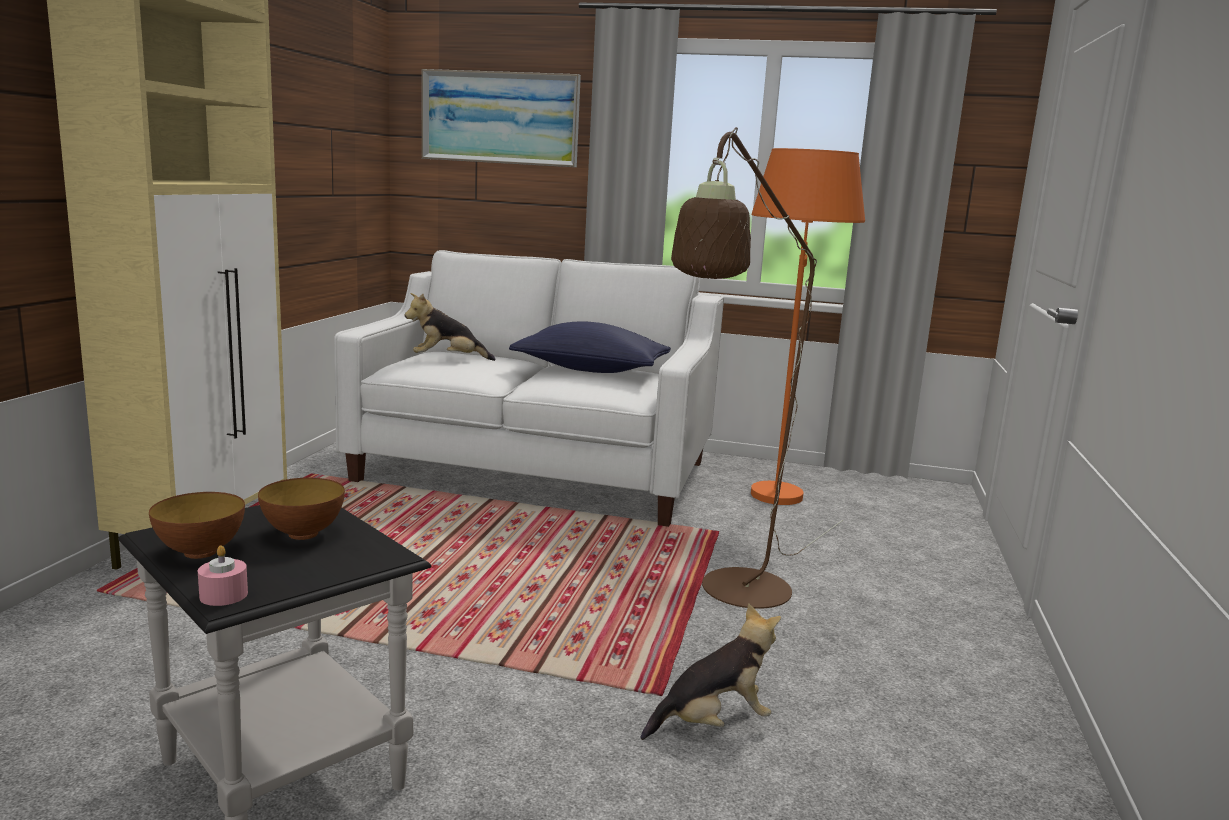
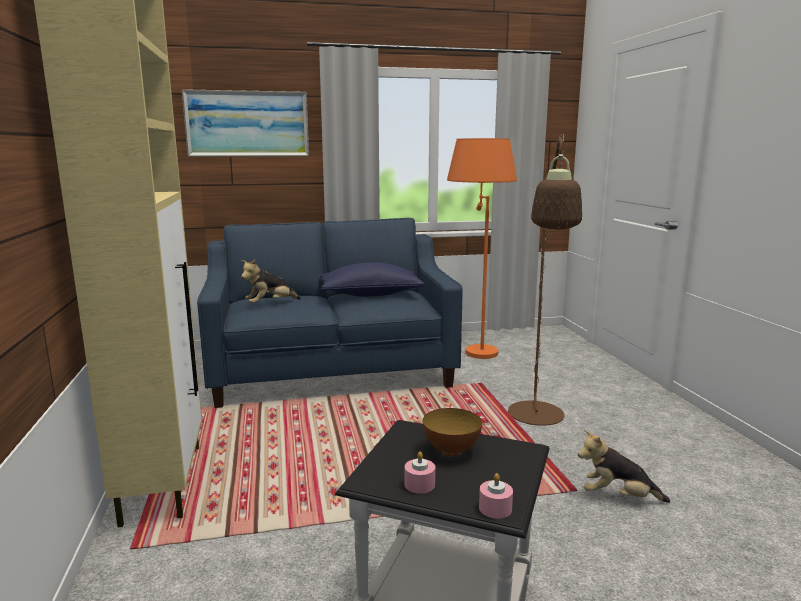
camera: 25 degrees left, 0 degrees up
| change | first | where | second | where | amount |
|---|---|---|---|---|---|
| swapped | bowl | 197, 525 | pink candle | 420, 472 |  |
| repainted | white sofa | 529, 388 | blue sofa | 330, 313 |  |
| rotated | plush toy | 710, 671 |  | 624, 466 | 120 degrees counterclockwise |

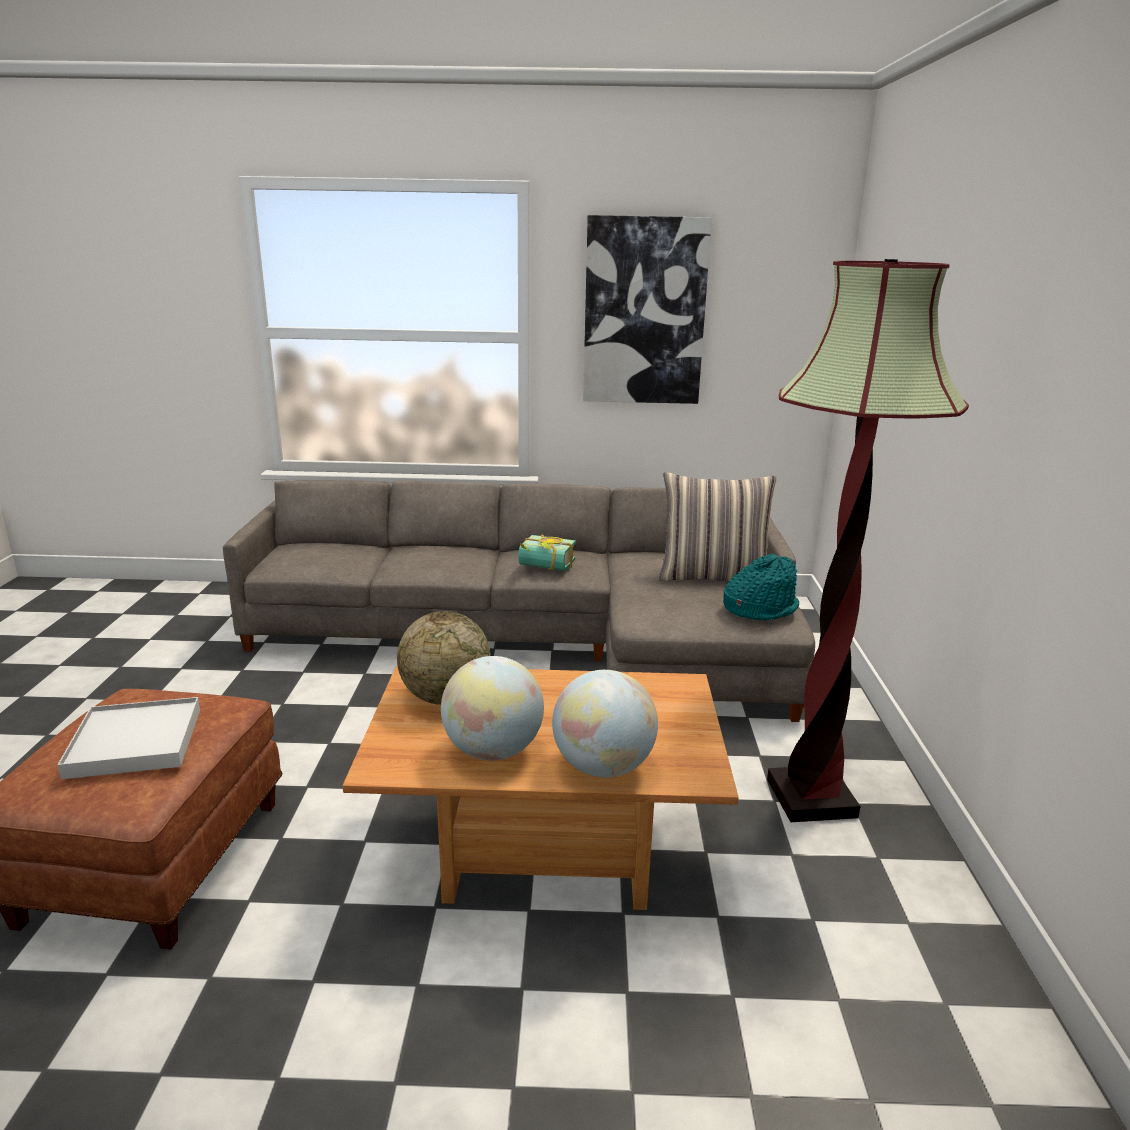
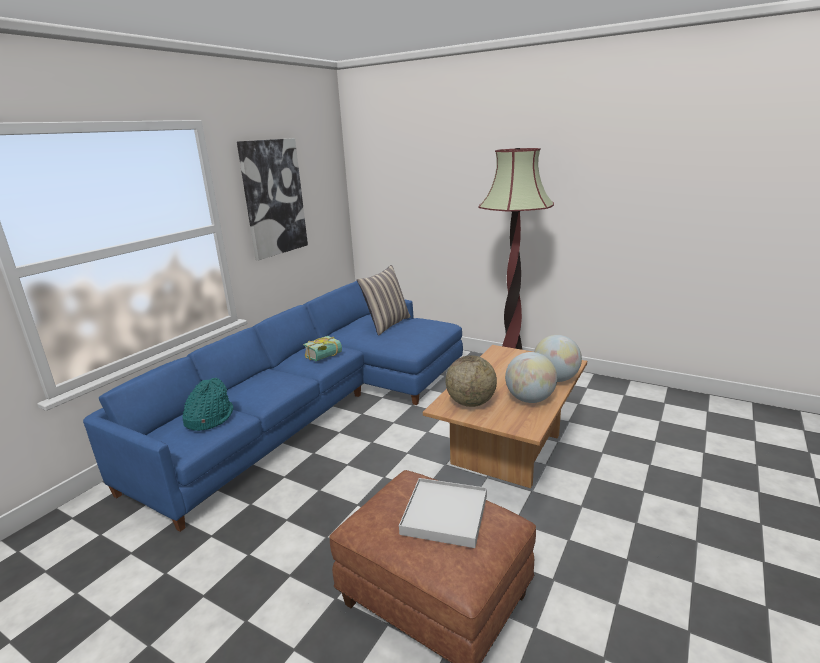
camera: 60 degrees left, 0 degrees up
| change | first | where | second | where | amount |
|---|---|---|---|---|---|
| shifted | turquoise hat | 761, 587 |  | 208, 404 |  |
| repainted | grey sofa | 519, 601 | blue sofa | 273, 406 |  |

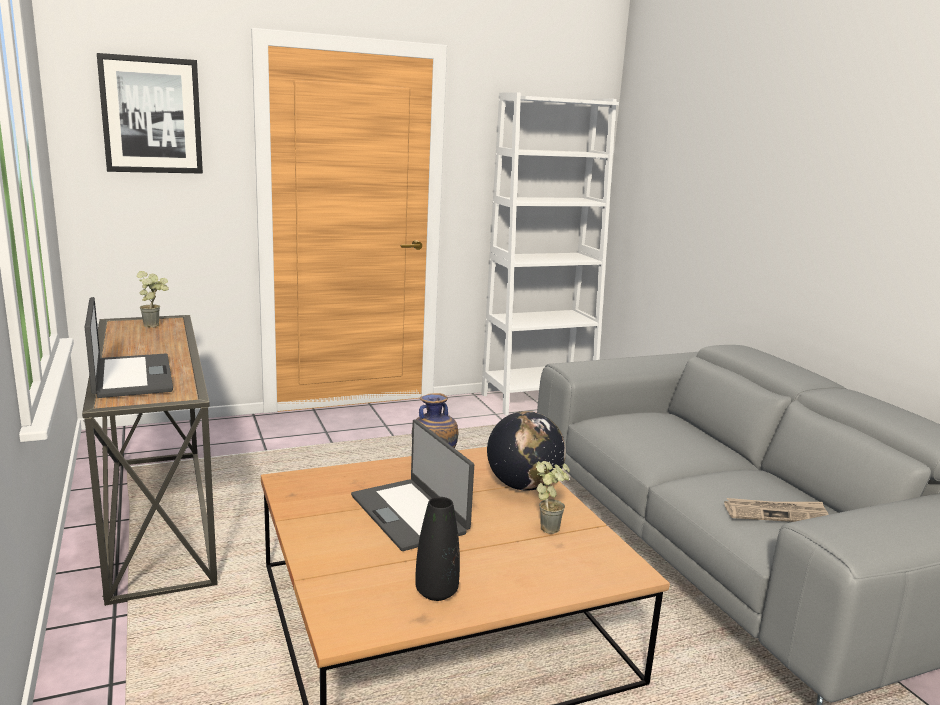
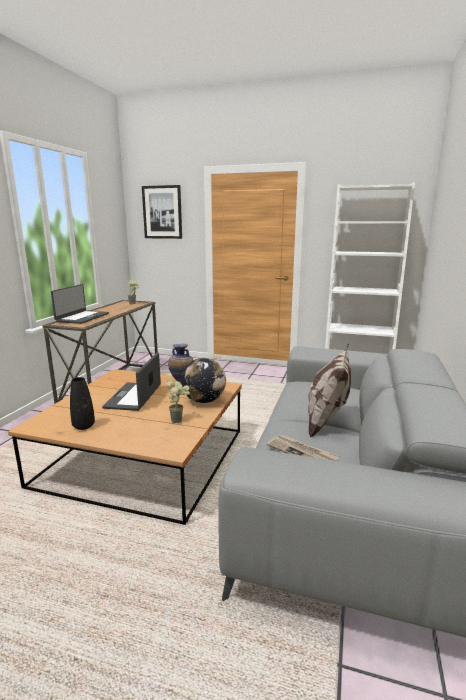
camera: 40 degrees right, 0 degrees up
| change | first | where | second | where | amount |
|---|---|---|---|---|---|
| new |  |  | pillow | 329, 391 |  |

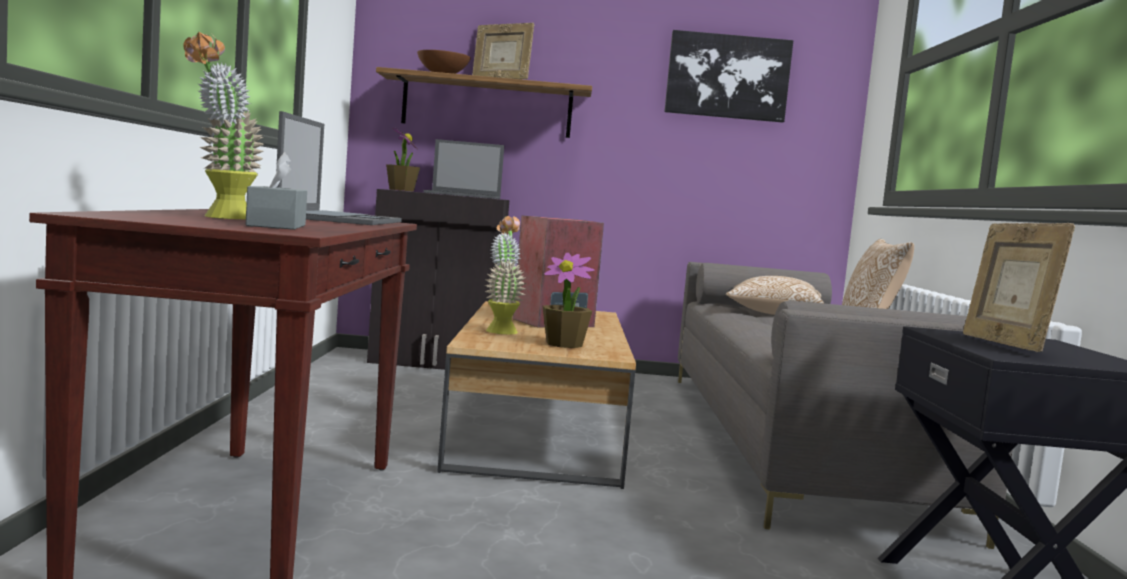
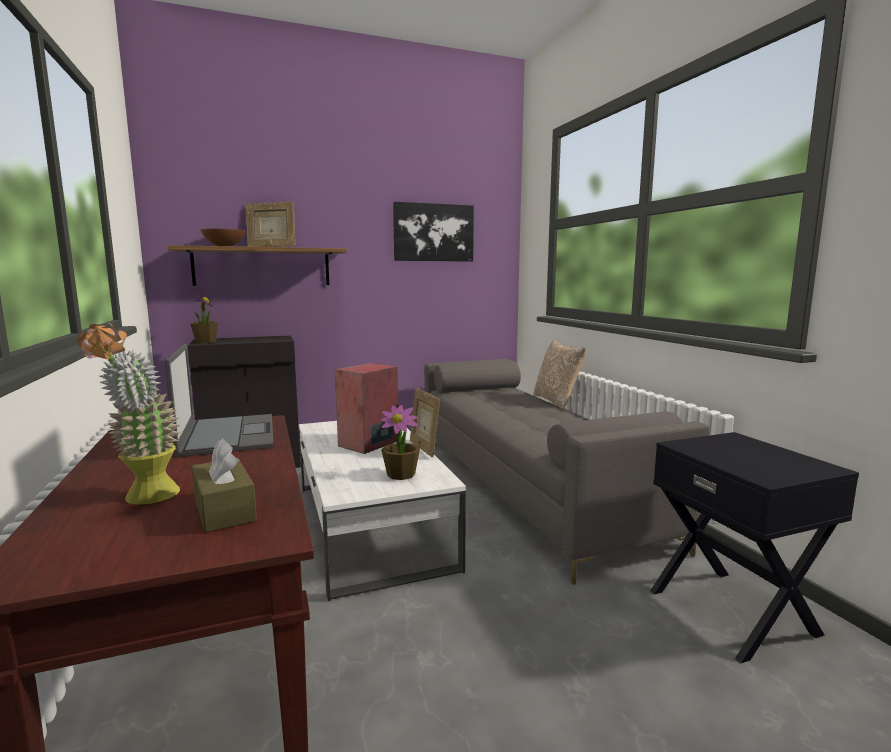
camera: 20 degrees left, 5 degrees up
| change | first | where | second | where | amount |
|---|---|---|---|---|---|
| gone | laptop | 463, 169 |  |  |  |
| gone | potted plant | 505, 275 |  |  |  |
| gone | pillow | 775, 295 |  |  |  |
| shifted | picture frame | 1019, 287 |  | 425, 422 |  |
| repainted | grey tissue box | 276, 191 | brown tissue box | 224, 486 |  |
| repainted | brown coffee table | 536, 395 | white coffee table | 382, 511 |  |

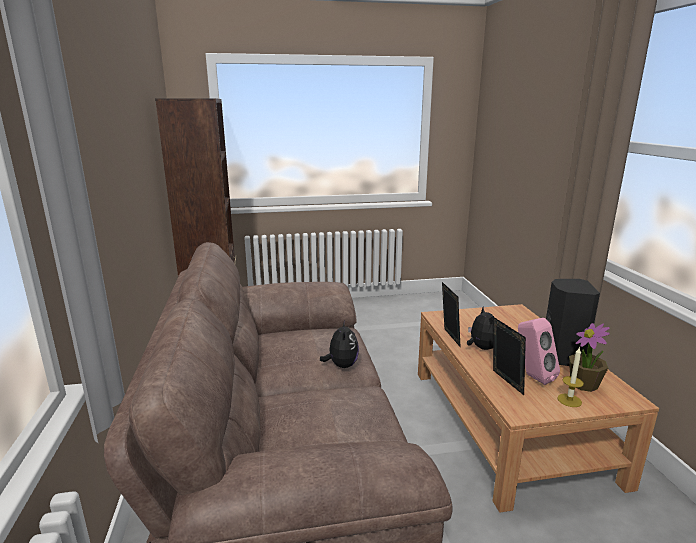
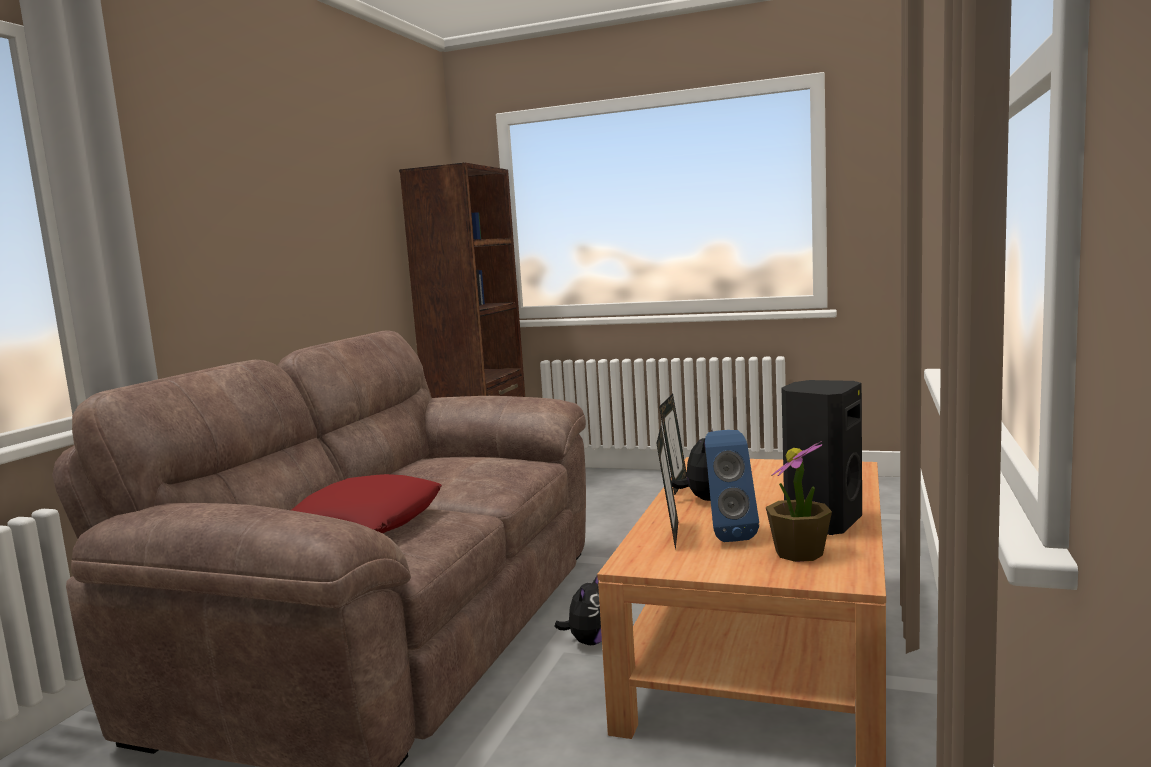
camera: 30 degrees right, 10 degrees down
| change | first | where | second | where | amount |
|---|---|---|---|---|---|
| gone | candle | 570, 377 |  |  |  |
| new |  |  | red pillow | 366, 503 |  |
| shifted | plush toy | 339, 344 |  | 578, 610 |  |
| repainted | pink speaker | 539, 351 | blue speaker | 732, 486 |  |

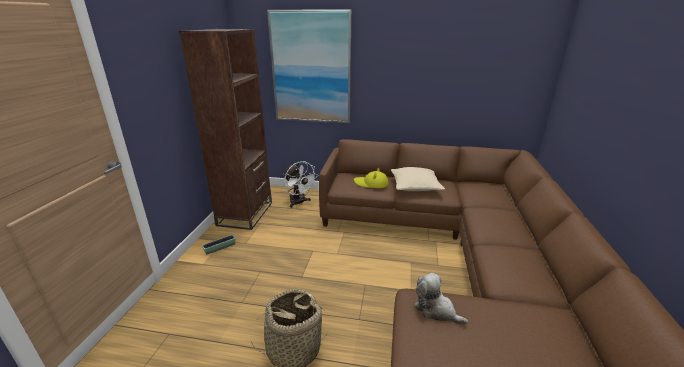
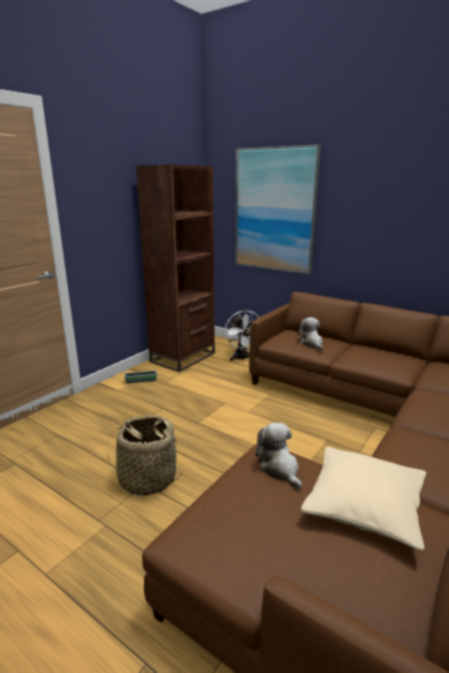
camera: 25 degrees right, 5 degrees down
| change | first | where | second | where | amount |
|---|---|---|---|---|---|
| shifted | beige pillow | 418, 179 |  | 363, 498 |  |
| swapped | yellow hat | 371, 178 | plush toy | 310, 334 |  |

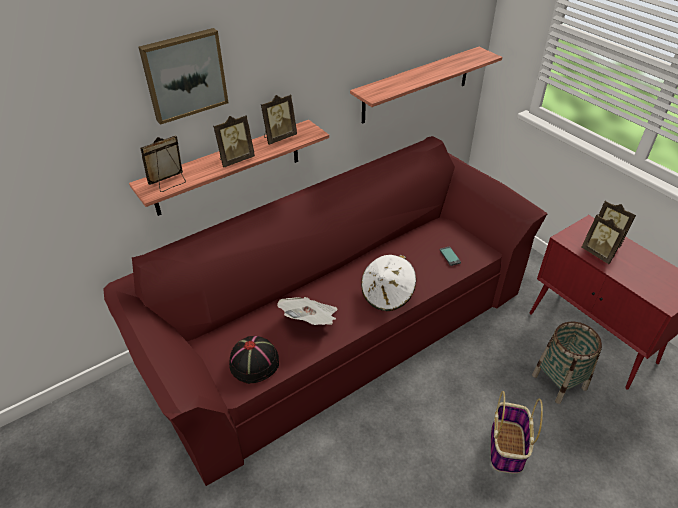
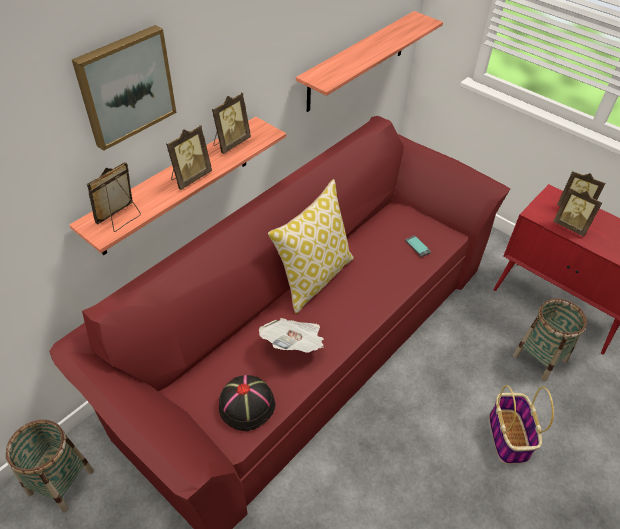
camera: 15 degrees left, 5 degrees up
| change | first | where | second | where | amount |
|---|---|---|---|---|---|
| gone | white hat | 388, 283 |  |  |  |
| new |  |  | basket | 49, 466 |  |
| new |  |  | pillow | 311, 246 |  |

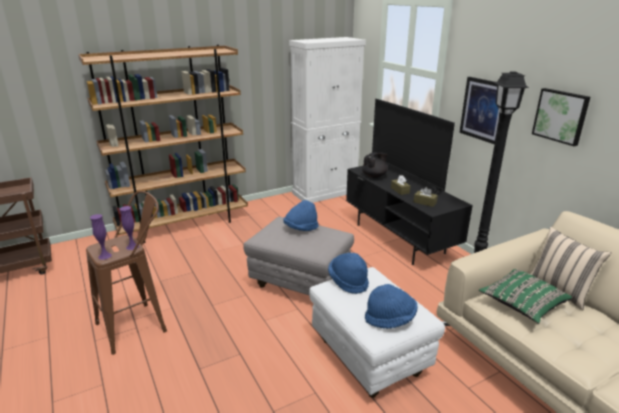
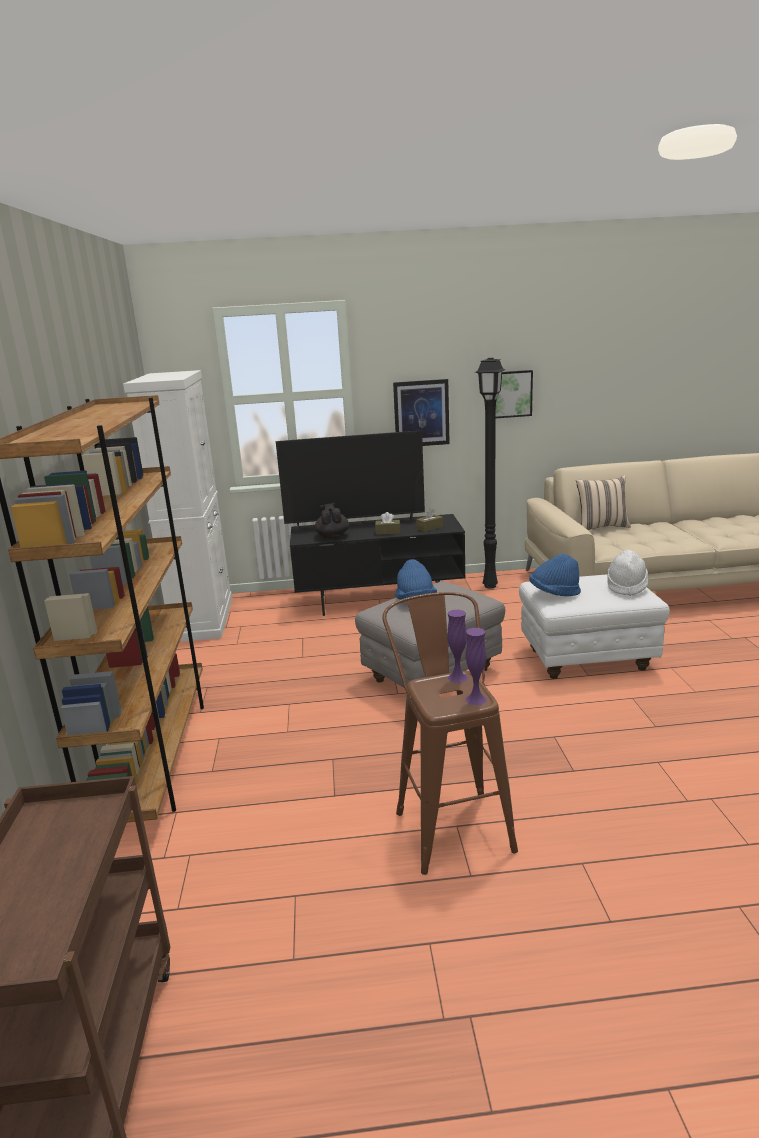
camera: 65 degrees left, 5 degrees down
| change | first | where | second | where | amount |
|---|---|---|---|---|---|
| gone | green pillow | 525, 296 |  |  |  |
| repainted | blue hat | 391, 306 | white hat | 627, 573 |  |

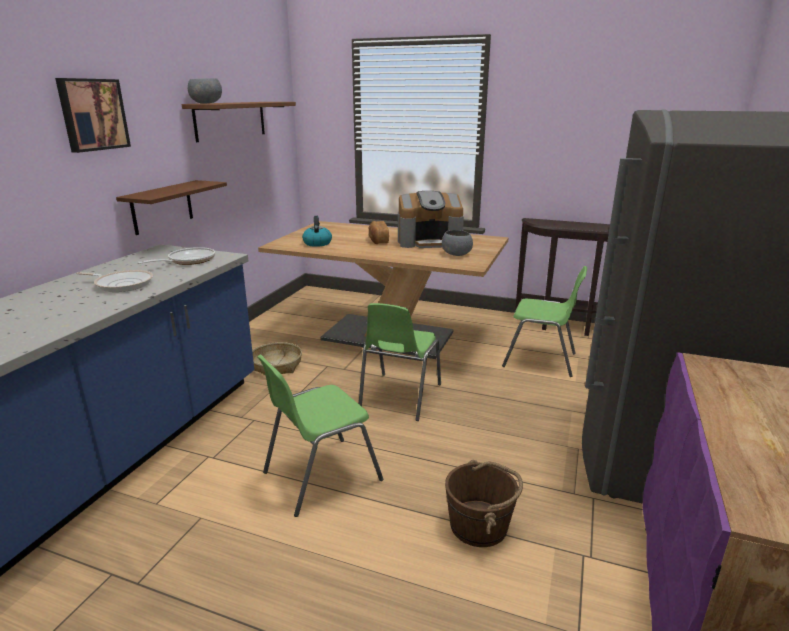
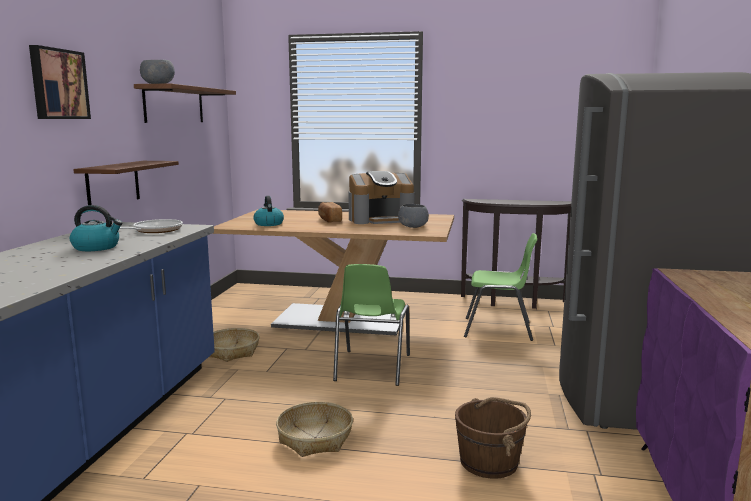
camera: 10 degrees left, 10 degrees down
| change | first | where | second | where | amount |
|---|---|---|---|---|---|
| swapped | frying pan | 114, 281 | kettle | 96, 228 |  |
| swapped | green chair | 320, 436 | basket | 314, 429 |  |

